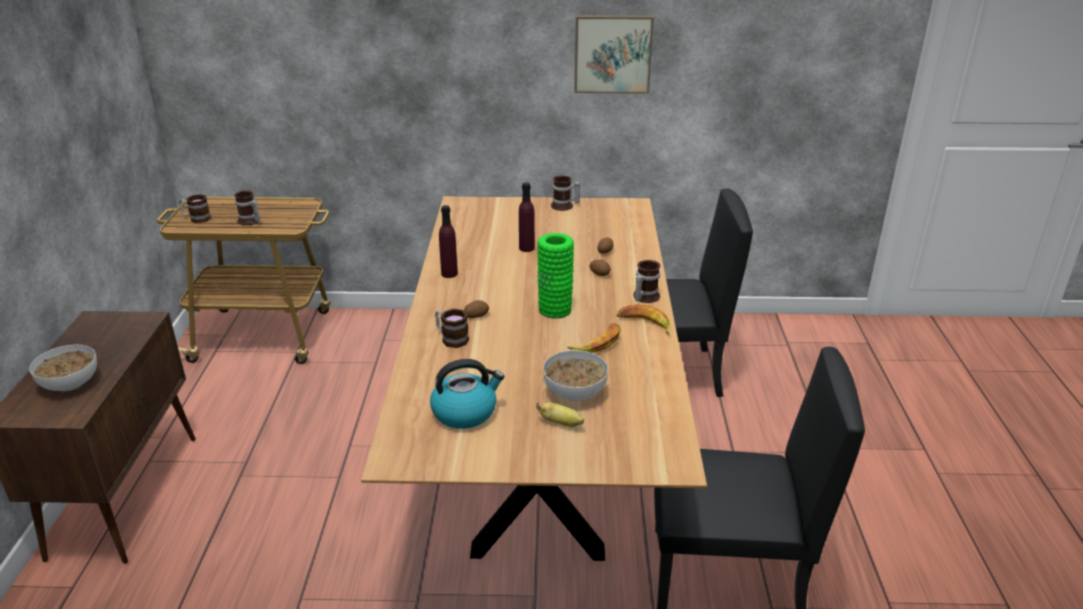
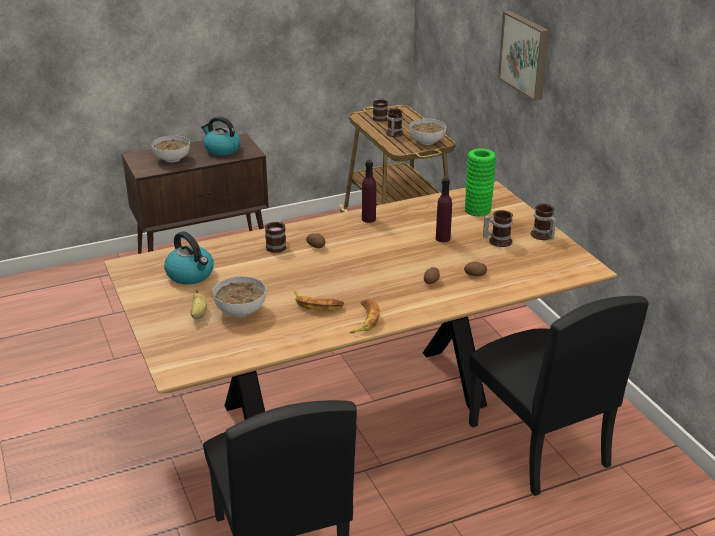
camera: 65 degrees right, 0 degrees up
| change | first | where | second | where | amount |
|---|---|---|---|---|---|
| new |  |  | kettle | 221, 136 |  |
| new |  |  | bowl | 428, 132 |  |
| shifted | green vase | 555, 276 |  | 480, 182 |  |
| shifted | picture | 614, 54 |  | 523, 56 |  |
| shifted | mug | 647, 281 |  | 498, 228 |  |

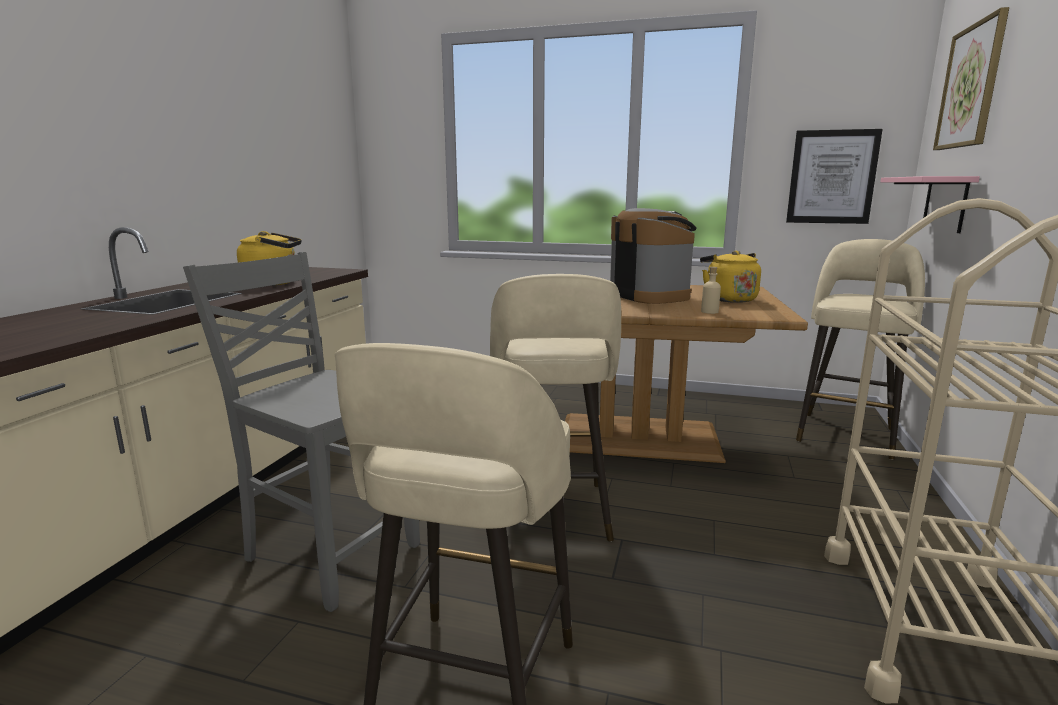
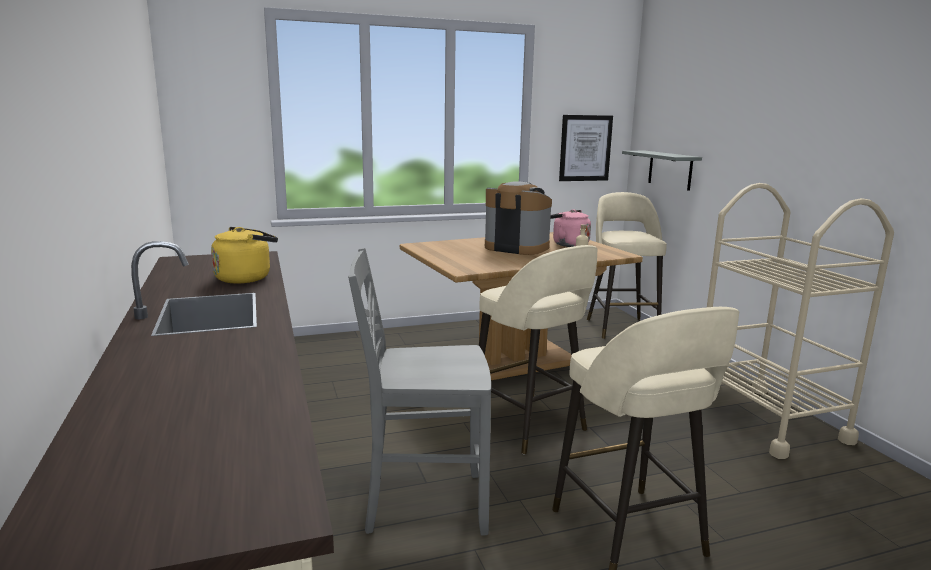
camera: 35 degrees left, 0 degrees up
| change | first | where | second | where | amount |
|---|---|---|---|---|---|
| gone | picture | 971, 78 |  |  |  |
| repainted | yellow kettle | 730, 277 | pink kettle | 571, 228 |  |
| repainted | pink shelf | 930, 204 | grey shelf | 662, 171 |  |

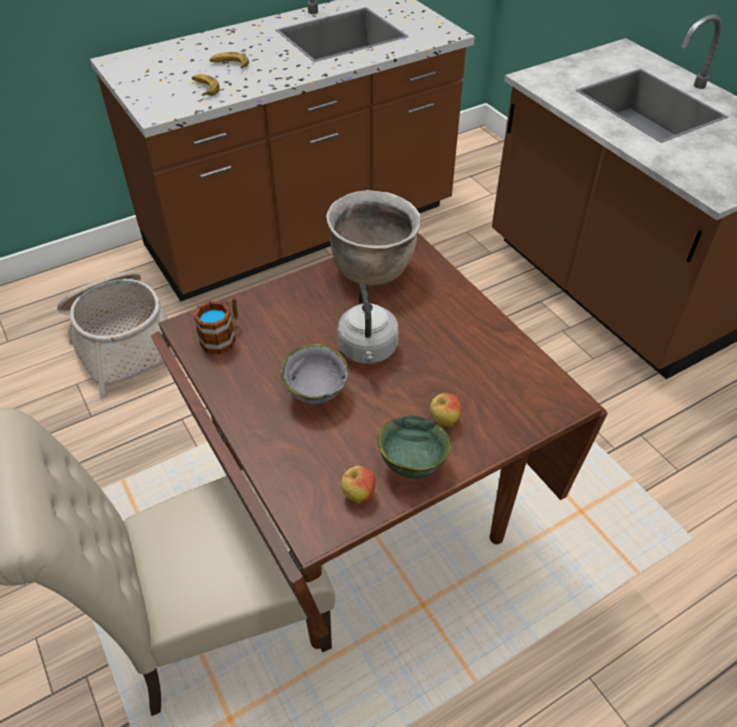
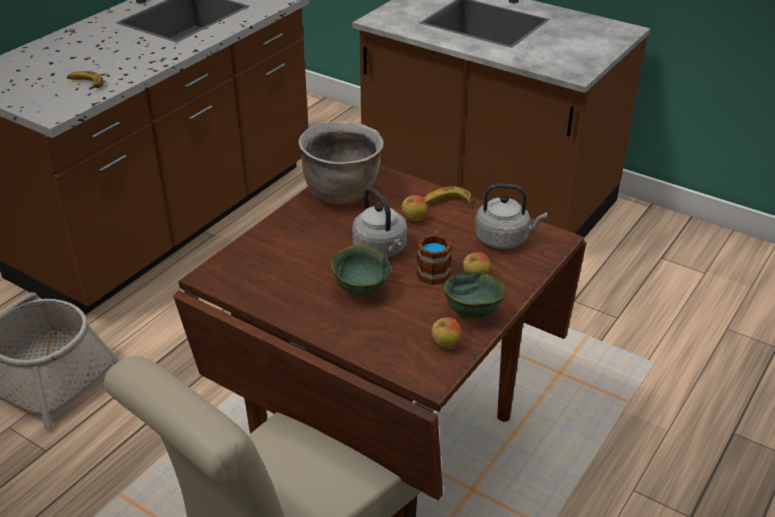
camera: 25 degrees left, 10 degrees down
| change | first | where | second | where | amount |
|---|---|---|---|---|---|
| new |  |  | apple | 414, 208 |  |
| new |  |  | grey kettle | 511, 216 |  |
| shifted | mug | 215, 326 |  | 434, 257 |  |
| shifted | banana | 229, 60 |  | 448, 195 |  |
| repainted | grey bowl | 315, 374 | green bowl | 361, 271 |  |

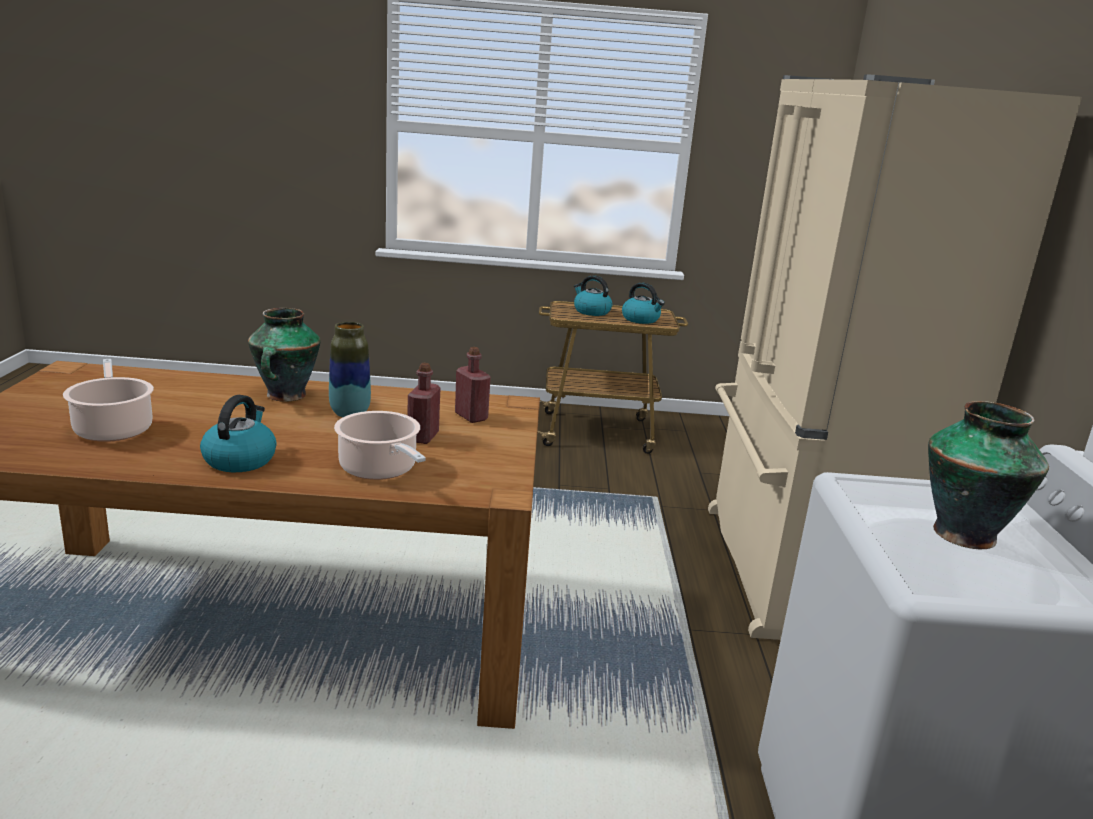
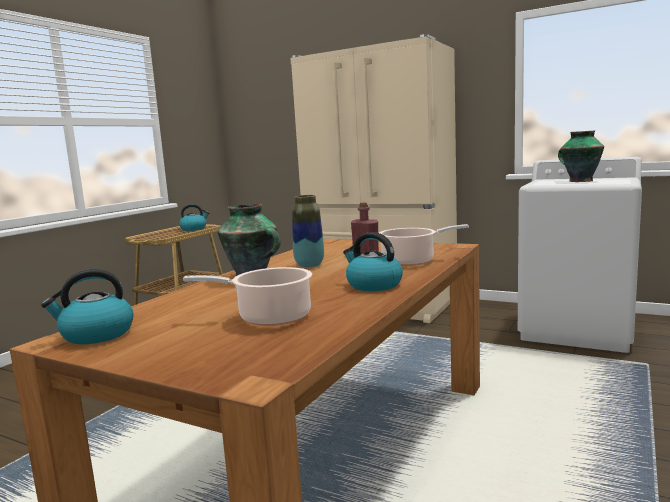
camera: 60 degrees left, 10 degrees down
| change | first | where | second | where | amount |
|---|---|---|---|---|---|
| gone | red bottle | 473, 385 |  |  |  |
| shifted | kettle | 593, 295 |  | 87, 306 |  |

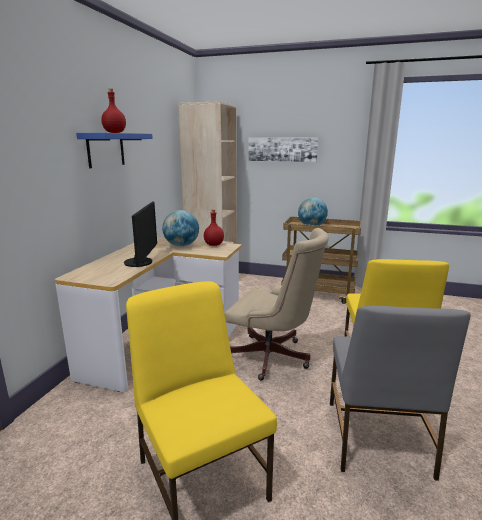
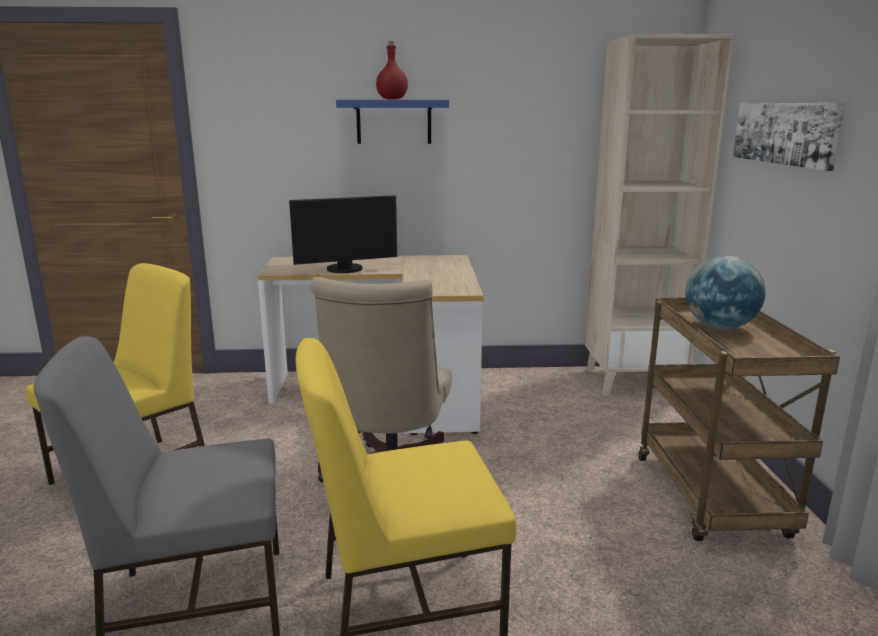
camera: 70 degrees right, 0 degrees up
| change | first | where | second | where | amount |
|---|---|---|---|---|---|
| gone | globe | 180, 228 |  |  |  |
| gone | red bottle | 214, 227 |  |  |  |

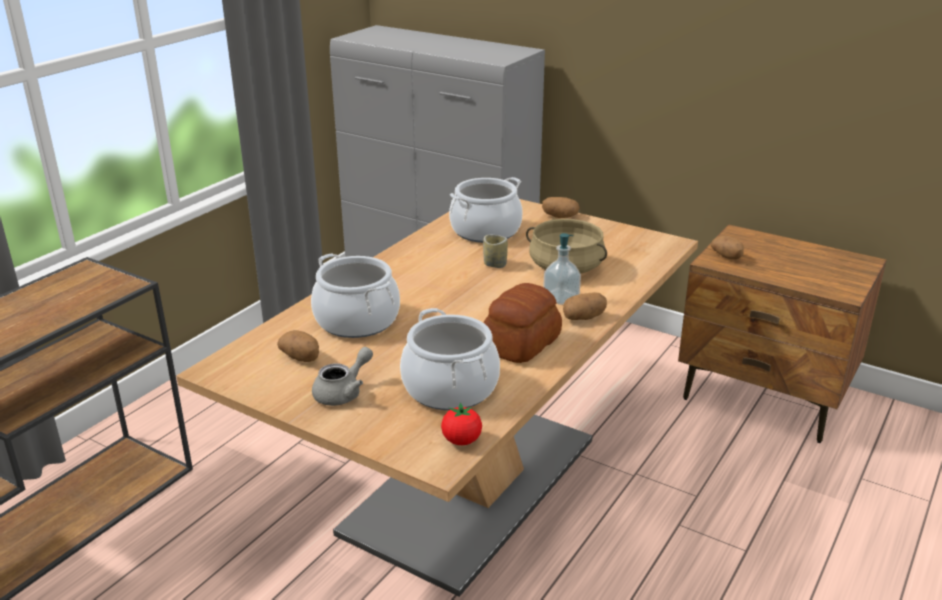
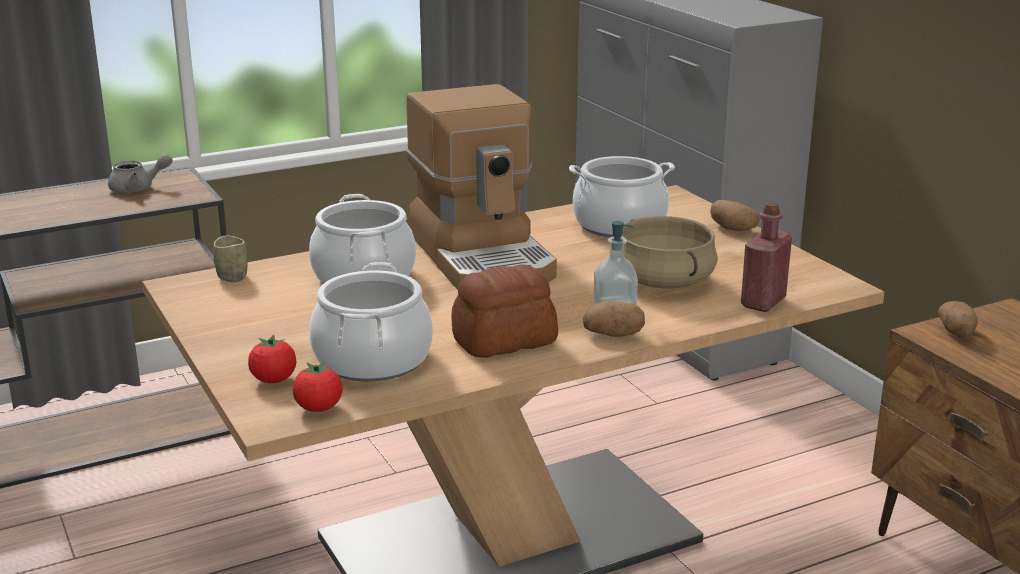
camera: 30 degrees right, 5 degrees down
| change | first | where | second | where | amount |
|---|---|---|---|---|---|
| gone | potato | 298, 346 |  |  |  |
| new |  |  | tomato | 272, 359 |  |
| new |  |  | coffee machine | 481, 187 |  |
| new |  |  | red bottle | 766, 257 |  |
| shifted | grey teapot | 342, 376 |  | 140, 173 |  |
| shifted | cup | 495, 251 |  | 230, 259 |  |

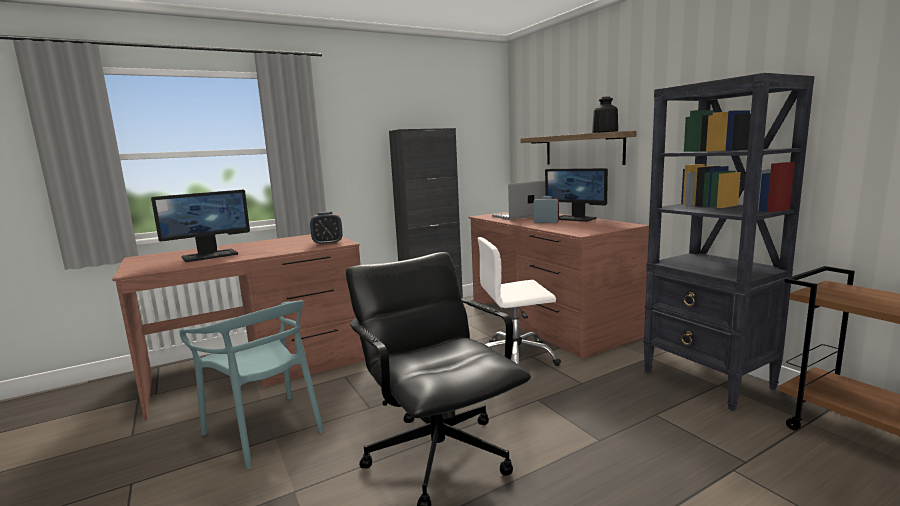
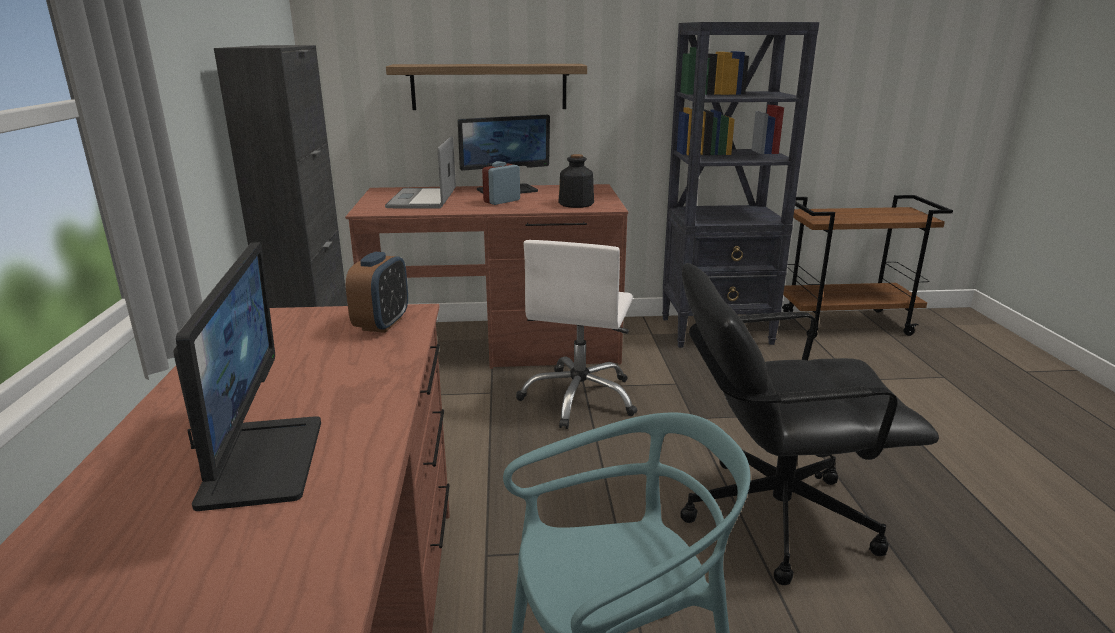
camera: 65 degrees left, 10 degrees up
| change | first | where | second | where | amount |
|---|---|---|---|---|---|
| shifted | bottle | 605, 114 |  | 576, 181 |  |

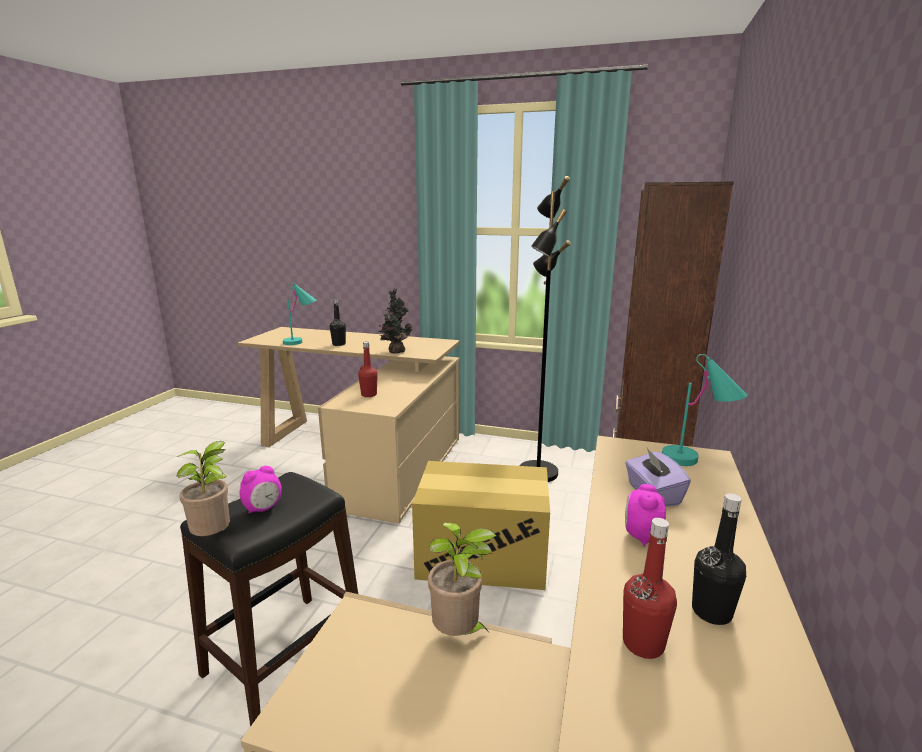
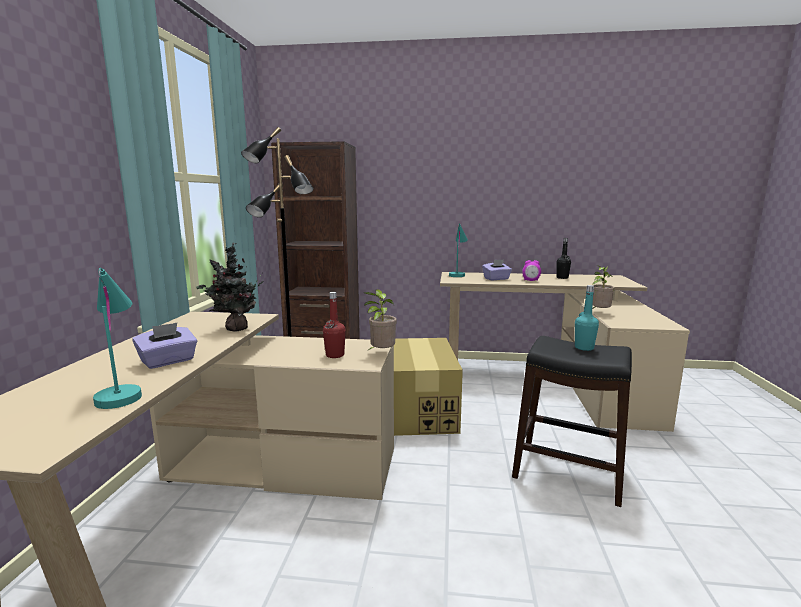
camera: 100 degrees left, 5 degrees down
| change | first | where | second | where | amount |
|---|---|---|---|---|---|
| gone | red bottle | 650, 588 |  |  |  |
| shifted | potted plant | 204, 488 |  | 380, 319 |  |
| swapped | alarm clock | 260, 490 | turquoise bottle | 587, 318 |  |
| swapped | black bottle | 338, 322 | purple tissue box | 164, 346 |  |

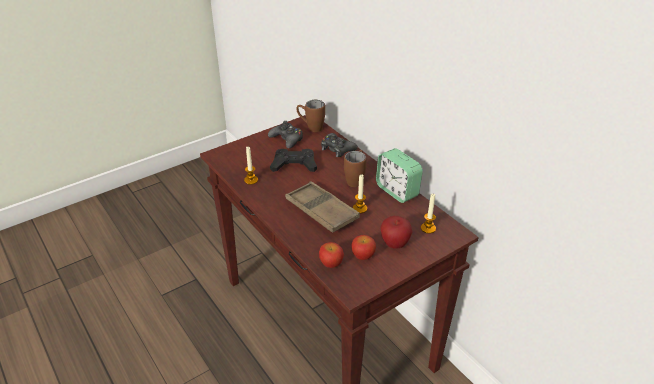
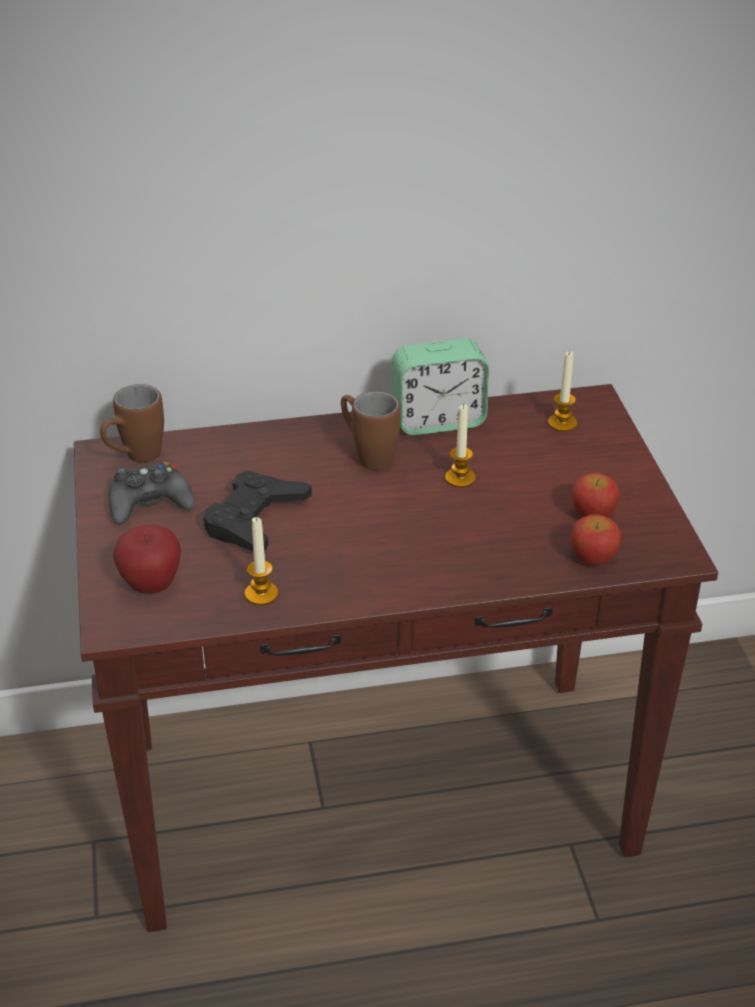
camera: 65 degrees left, 0 degrees up
| change | first | where | second | where | amount |
|---|---|---|---|---|---|
| gone | brown tray | 322, 207 |  |  |  |
| gone | black game controller | 339, 145 |  |  |  |
| shifted | apple | 396, 232 |  | 147, 559 |  |

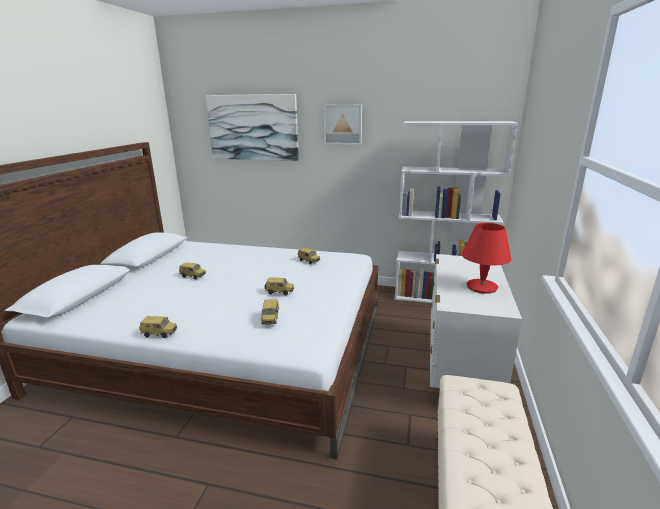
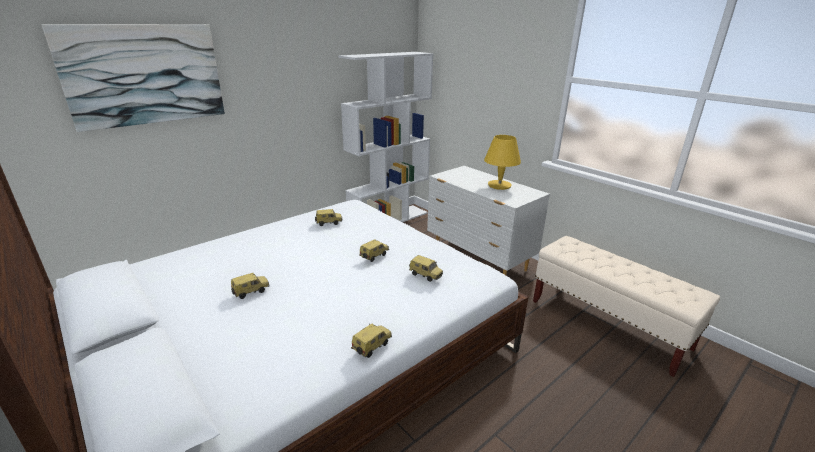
camera: 55 degrees left, 5 degrees up
| change | first | where | second | where | amount |
|---|---|---|---|---|---|
| gone | picture | 343, 125 |  |  |  |
| repainted | red table lamp | 486, 258 | yellow table lamp | 502, 162 |  |

